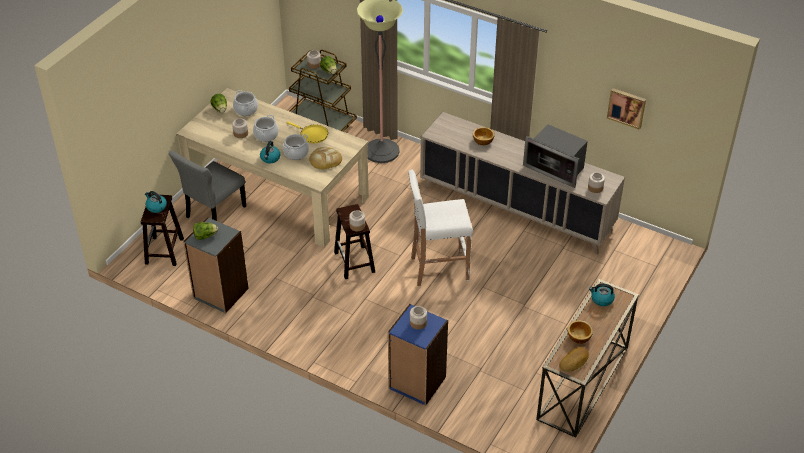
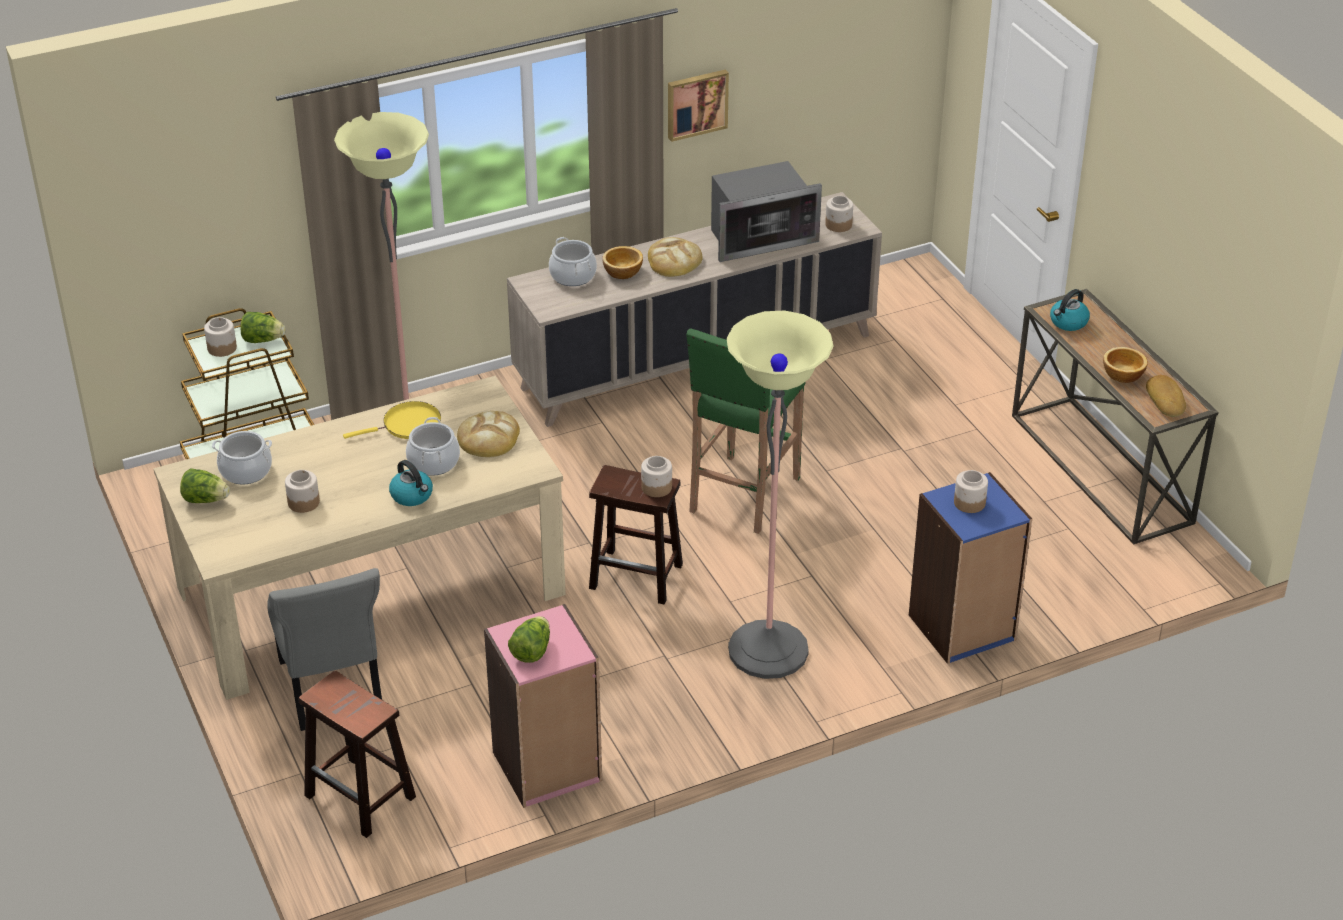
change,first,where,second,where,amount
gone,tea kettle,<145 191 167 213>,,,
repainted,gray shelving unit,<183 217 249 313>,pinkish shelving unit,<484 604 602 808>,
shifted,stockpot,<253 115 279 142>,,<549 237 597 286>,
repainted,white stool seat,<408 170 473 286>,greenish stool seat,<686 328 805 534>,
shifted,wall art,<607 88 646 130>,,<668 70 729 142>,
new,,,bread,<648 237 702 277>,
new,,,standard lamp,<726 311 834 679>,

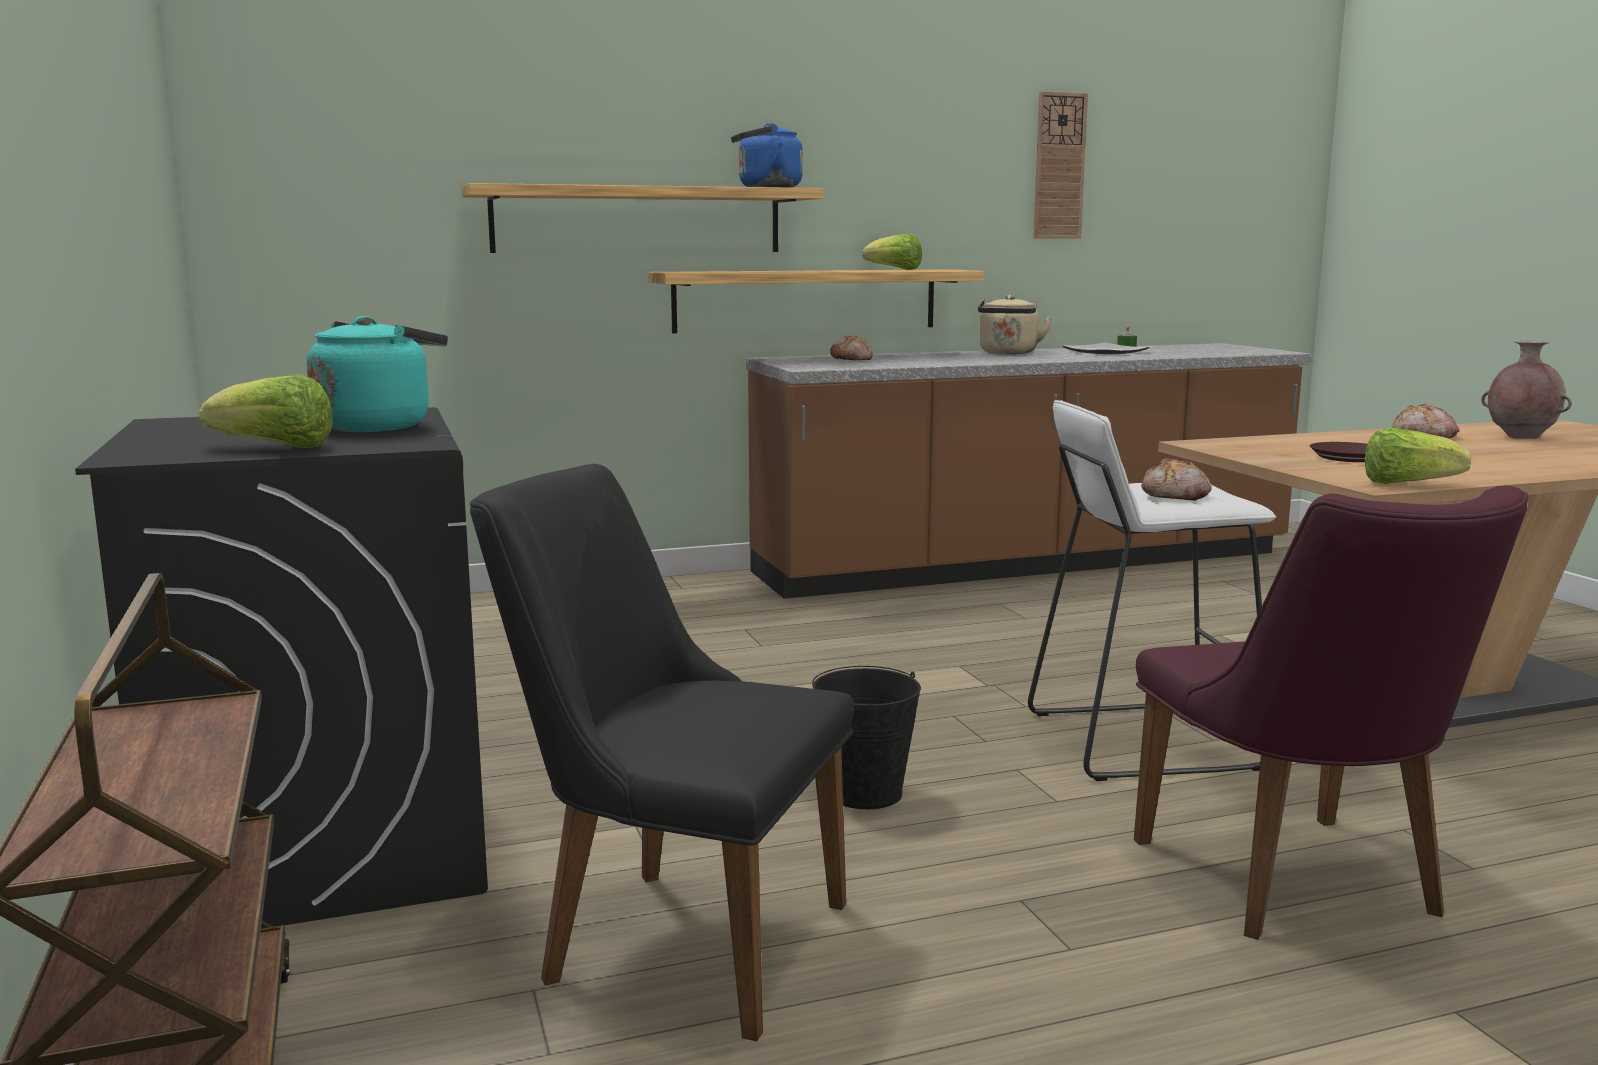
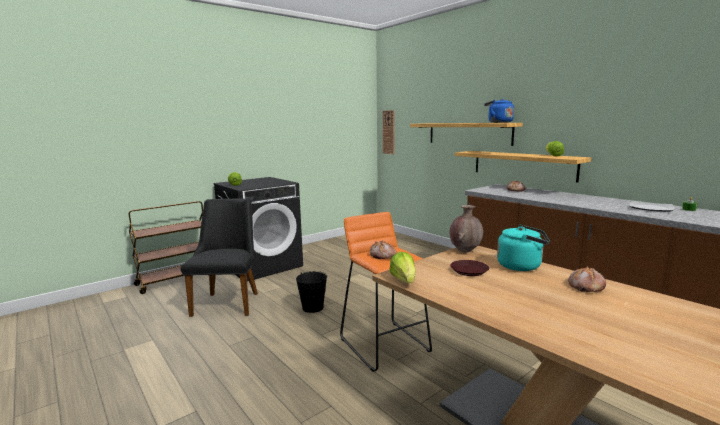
change,first,where,second,where,amount
shifted,turquoise tea kettle,<307 316 448 432>,,<497 225 550 271>,
gone,beige tea kettle,<978 295 1053 354>,,,
repainted,white stool seat,<1028 400 1276 781>,orange stool seat,<340 212 432 372>,
shifted,clock on the wall,<1033 91 1088 238>,,<383 110 395 154>,
gone,purplish plain chair,<1134 485 1528 940>,,,
shifted,brownish decorative vase,<1481 341 1572 439>,,<450 205 483 252>,

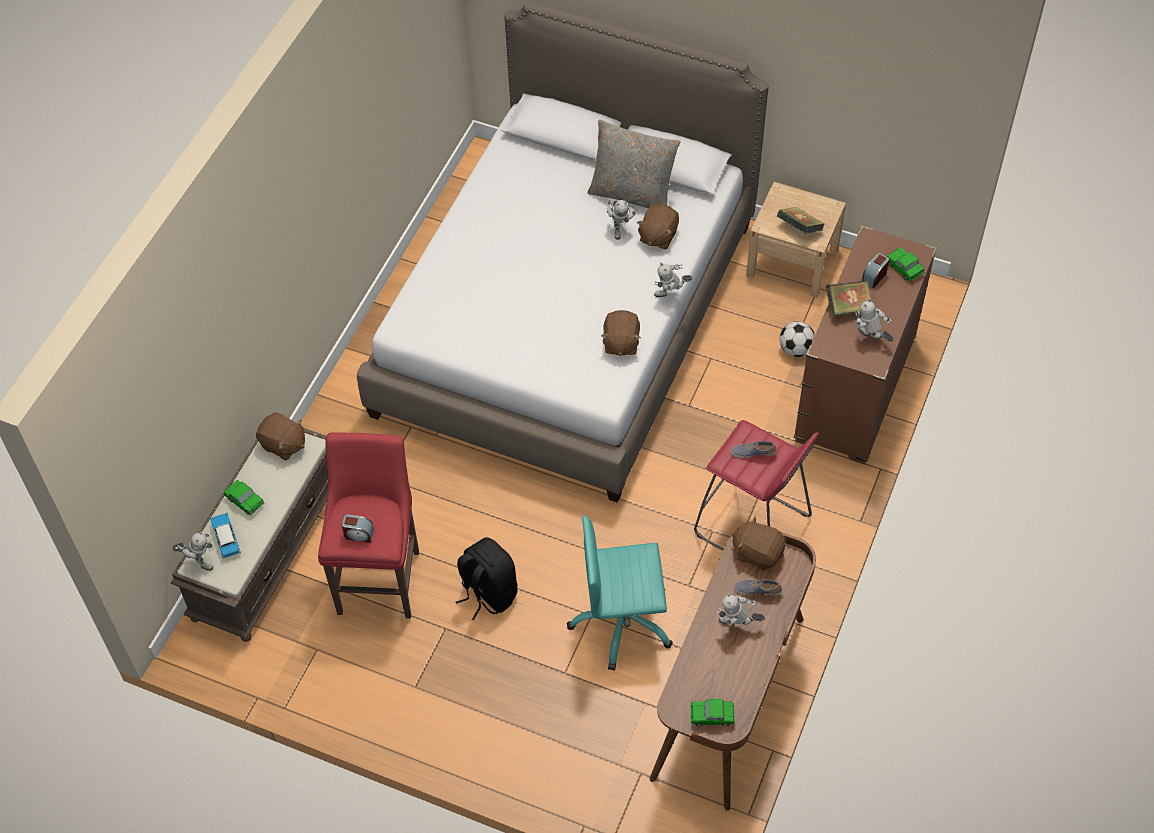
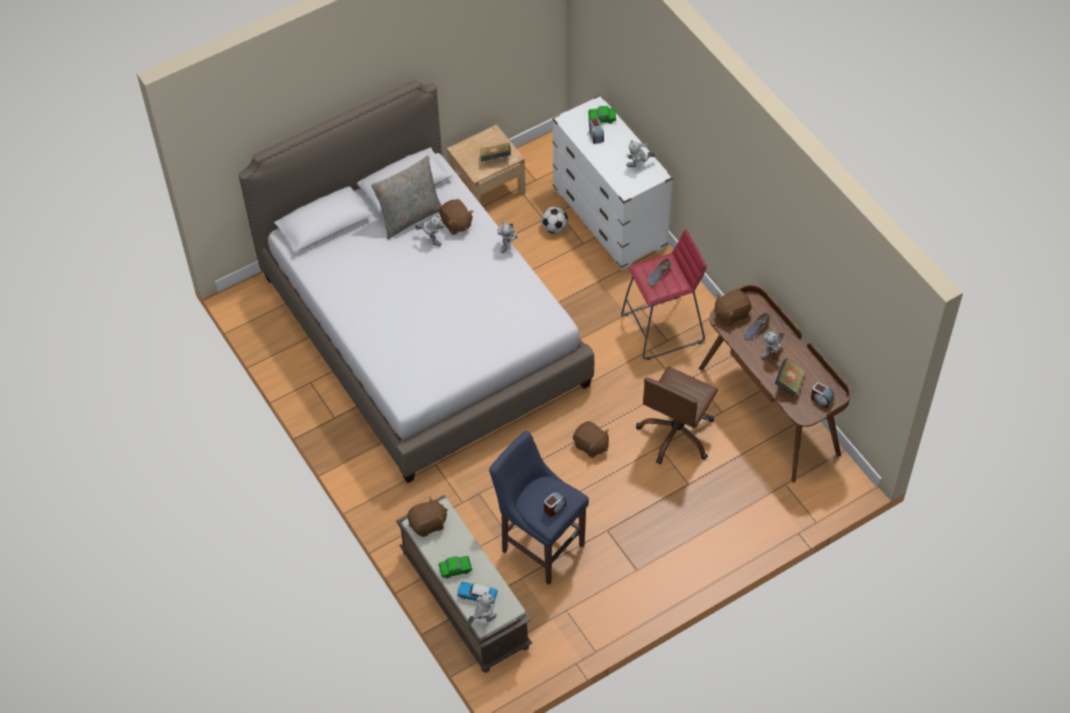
change,first,where,second,where,amount
repainted,red-coloured stool seat,<318 433 419 619>,blue stool seat,<489 431 589 585>,
gone,black-coloured backpack,<455 537 518 621>,,,
repainted,turquoise desk chair,<567 515 673 671>,brownish desk chair,<636 366 718 464>,
shifted,brownish plush toy,<601 310 641 356>,,<573 421 609 458>,
swapped,miniature car,<690 699 735 726>,alarm clock,<811 382 834 408>,
repainted,brownish dresser,<794 226 937 464>,white dresser,<552 95 673 270>,
shifted,bound book,<826 280 872 316>,,<775 358 805 396>,

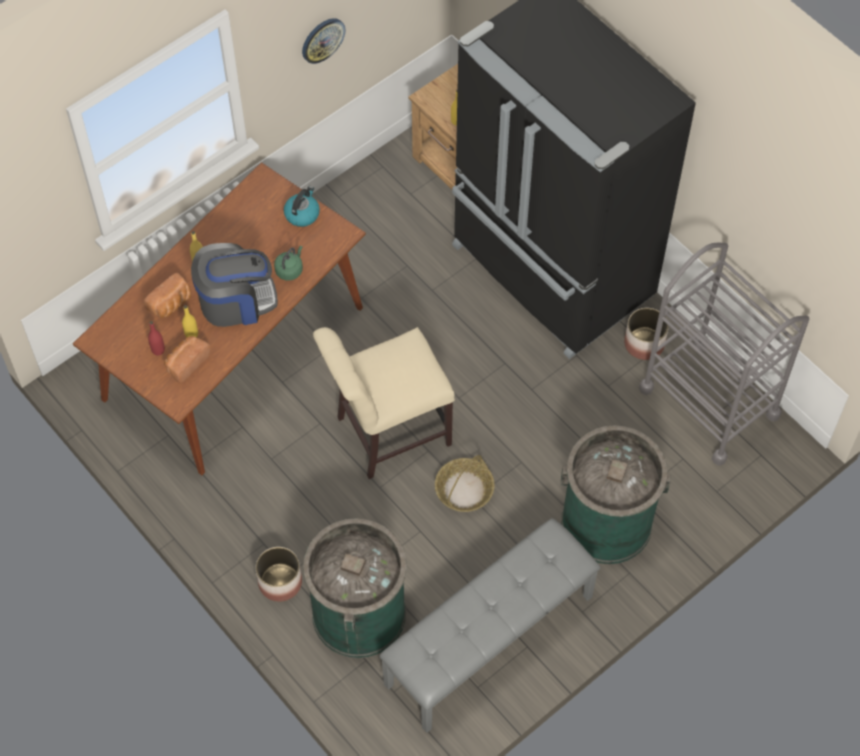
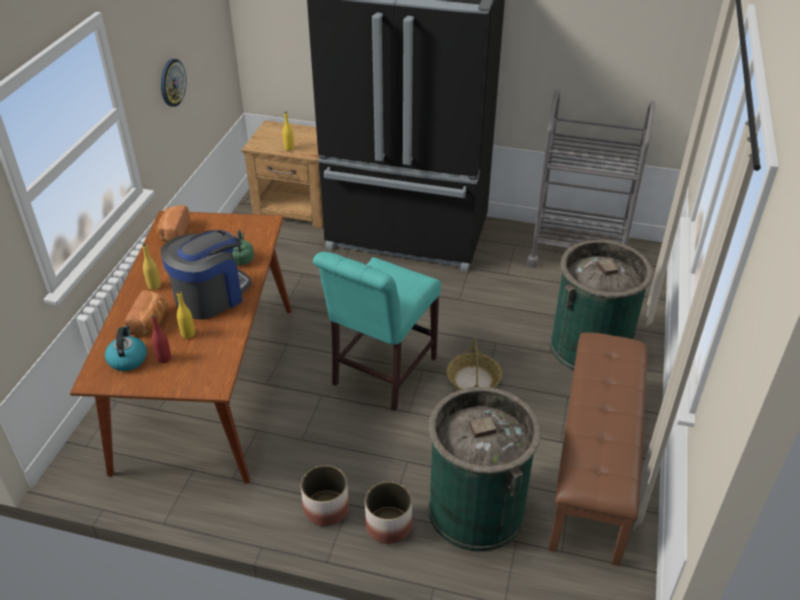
change,first,where,second,where,amount
shifted,bread,<164 336 211 383>,,<156 205 190 241>,
shifted,tea kettle,<284 186 320 227>,,<105 326 147 371>,
repainted,beige plain chair,<313 327 455 479>,turquoise plain chair,<313 252 441 411>,
repainted,gray indoor bench,<379 518 600 733>,brownish indoor bench,<548 332 647 566>,
shifted,flower pot,<624 308 669 360>,,<301 465 349 526>,

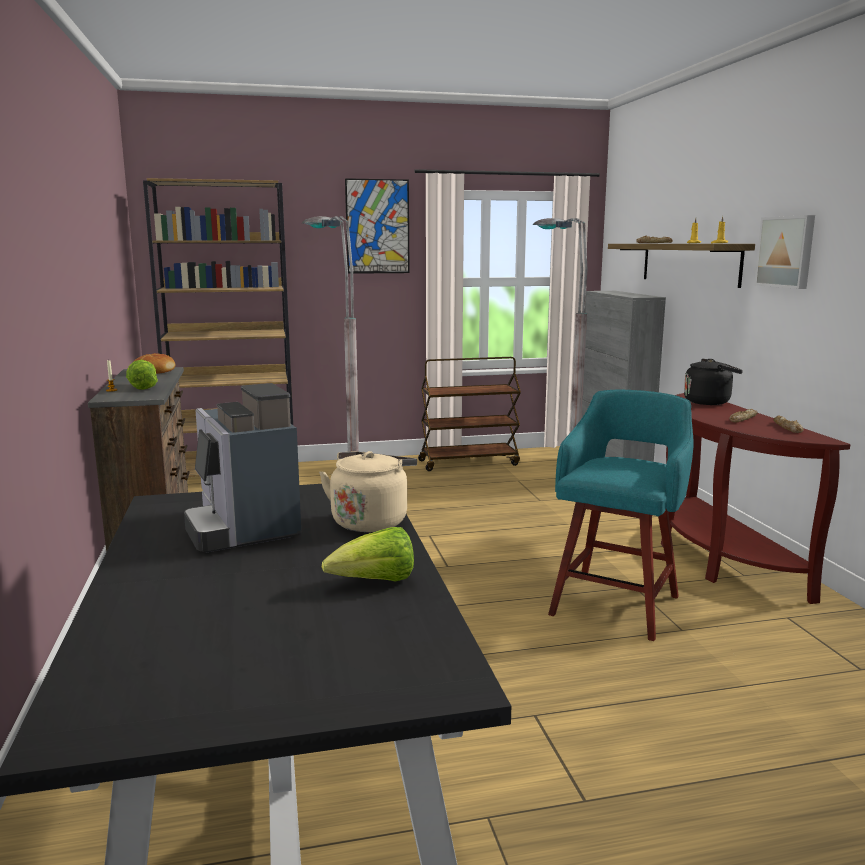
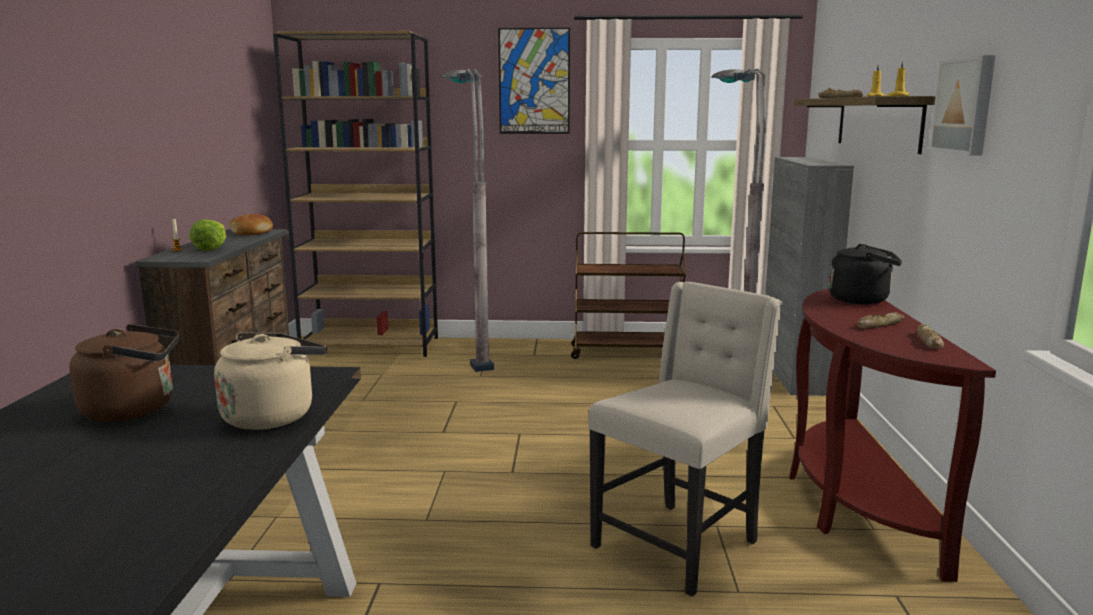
change,first,where,second,where,amount
swapped,coffee maker,<184 383 301 552>,brownish tea kettle,<69 324 179 422>,
gone,lettuce,<322 527 414 582>,,,
swapped,turquoise stool seat,<548 390 694 641>,beige plain chair,<588 282 782 596>,

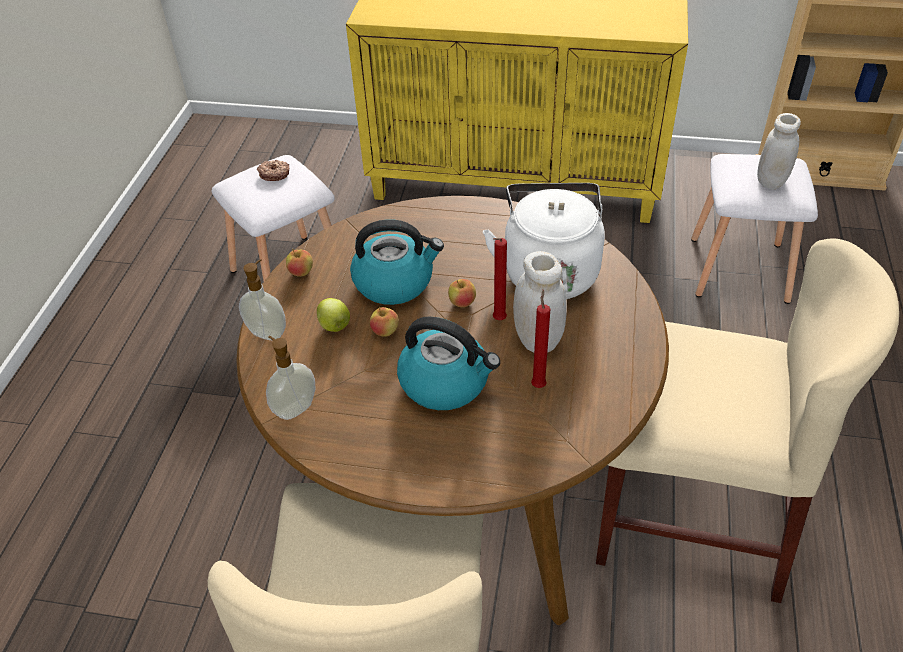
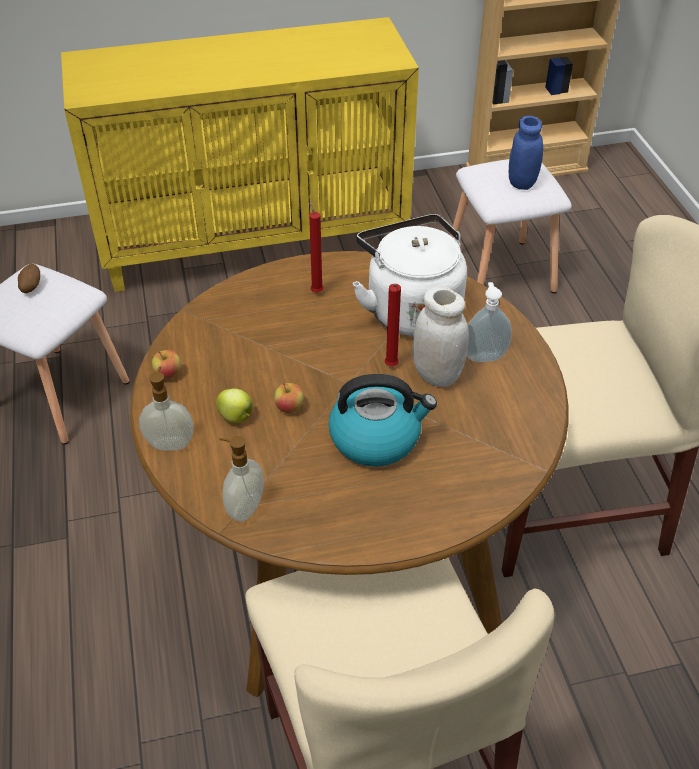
change,first,where,second,where,amount
swapped,doughnut,<257 160 289 181>,potato,<18 264 40 293>,
gone,tea kettle,<350 220 444 305>,,,
gone,whole apple,<448 279 476 307>,,,
shifted,red-coloured candle,<531 289 550 388>,,<309 199 324 293>,
repainted,white storage jar,<757 113 801 190>,blue storage jar,<509 116 543 190>,
new,,,soap bottle,<467 282 512 362>,

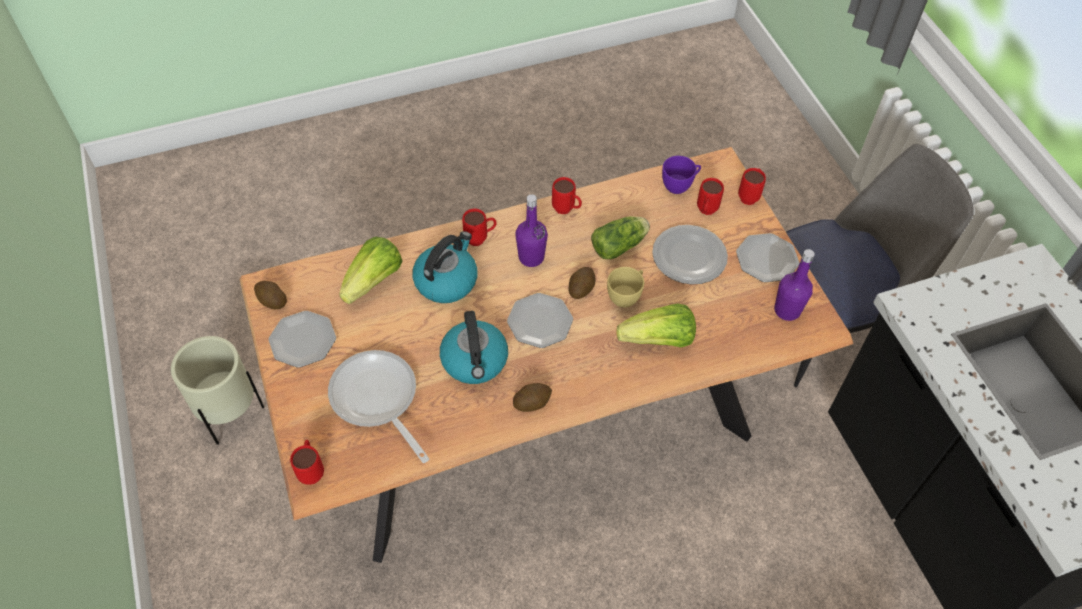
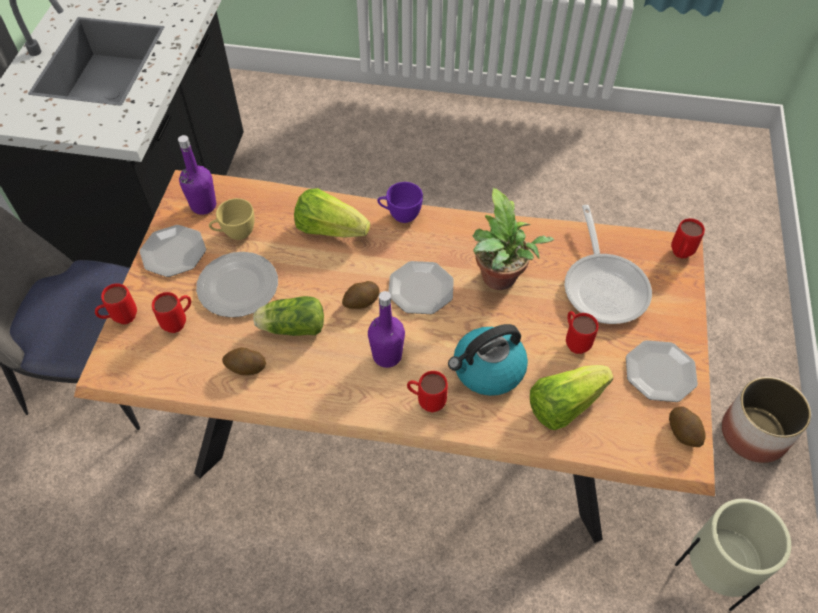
change,first,where,second,where,amount
swapped,tea kettle,<440 311 508 384>,potted plant,<473 188 554 290>,
shifted,potato,<513 383 552 412>,,<222 347 266 375>,
shifted,red-coloured coffee mug,<552 177 582 214>,,<566 311 598 354>,
shifted,yellow cup,<607 267 644 308>,,<209 198 254 240>,
shifted,purplish cup,<662 156 701 194>,,<377 182 423 223>,
new,,,flower pot,<722 377 811 463>,

